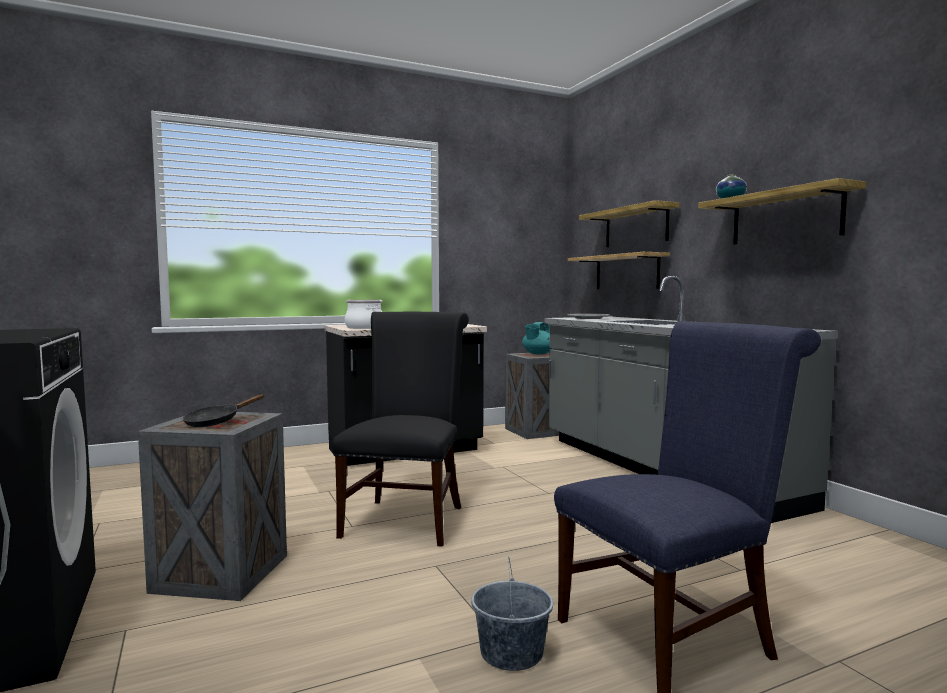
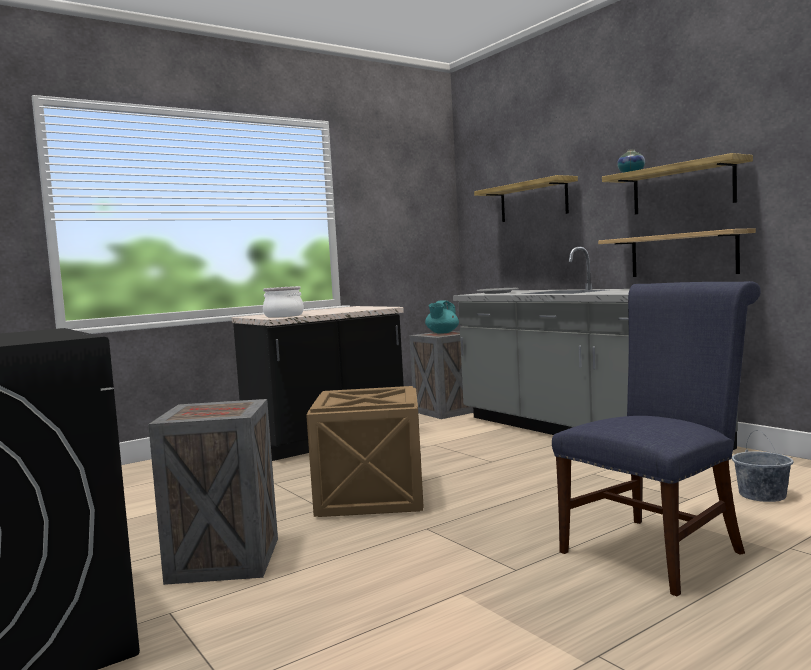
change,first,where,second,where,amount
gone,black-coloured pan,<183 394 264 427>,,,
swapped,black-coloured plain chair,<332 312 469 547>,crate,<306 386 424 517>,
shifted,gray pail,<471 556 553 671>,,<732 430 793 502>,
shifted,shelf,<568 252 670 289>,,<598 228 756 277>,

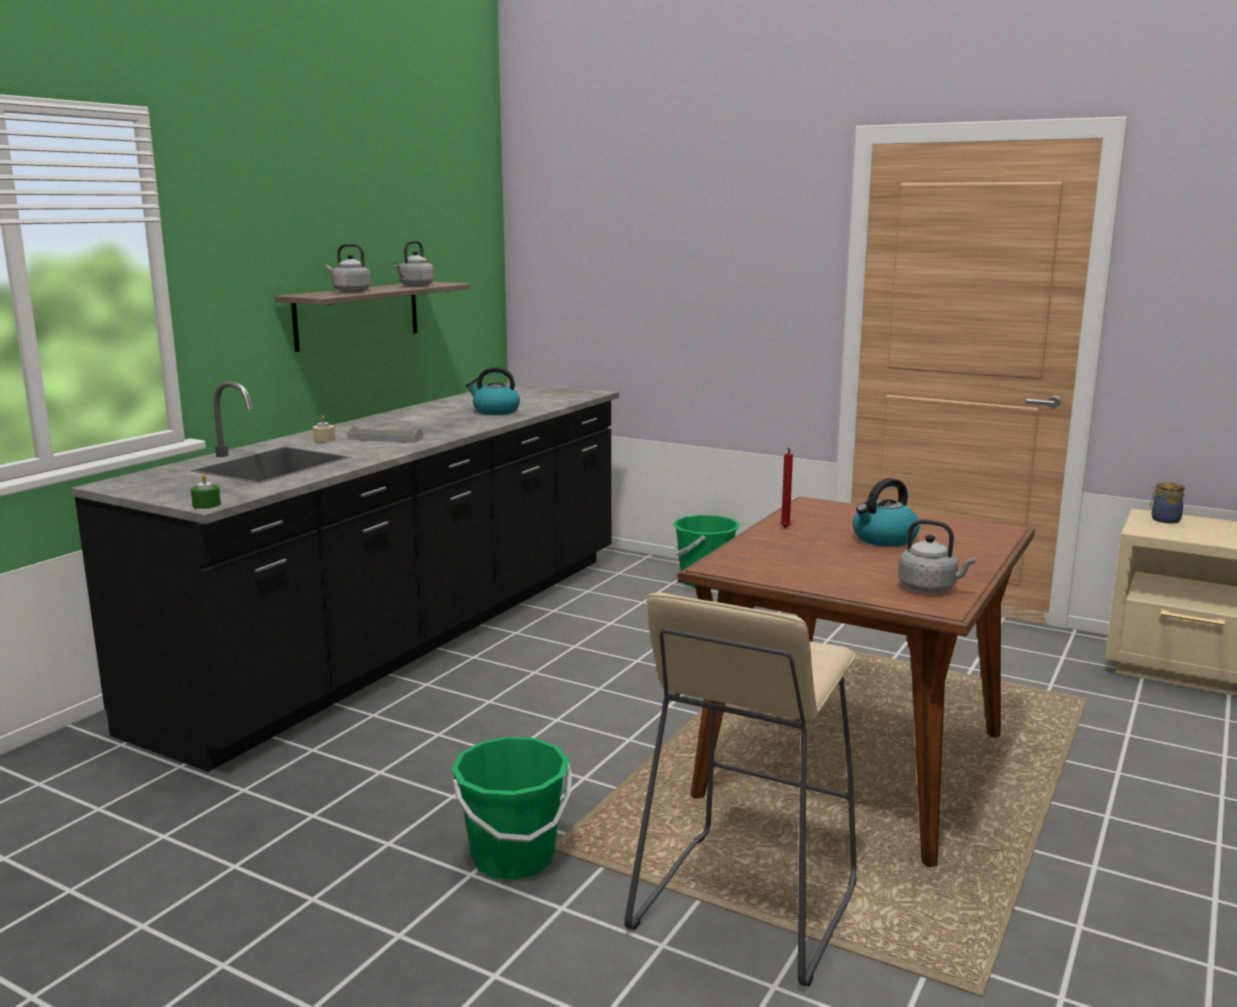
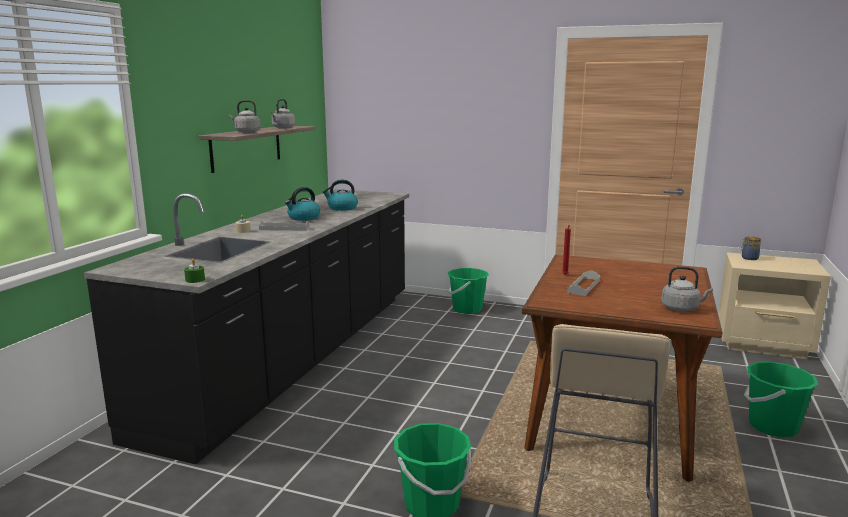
change,first,where,second,where,amount
shifted,tea kettle,<853 478 920 547>,,<285 187 320 221>,
new,,,gray carrying tray,<567 270 600 296>,
new,,,greenish pail,<744 362 818 437>,

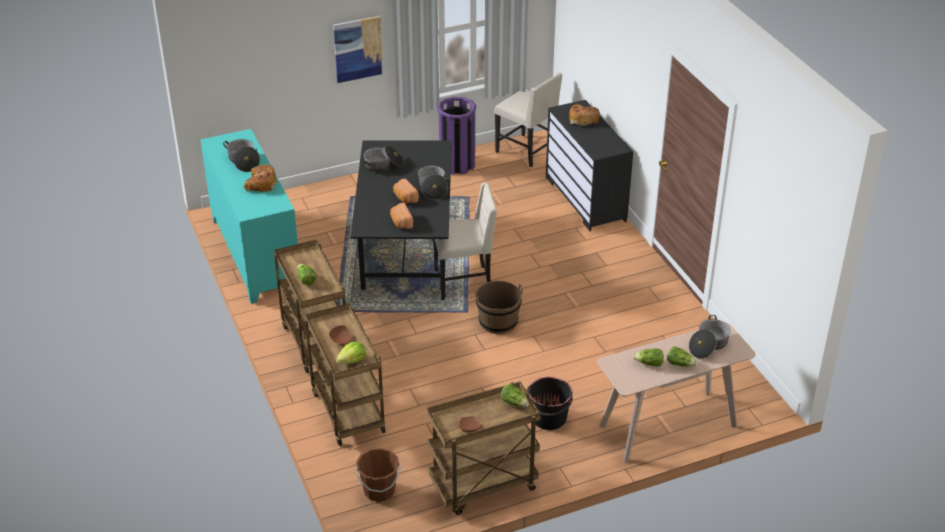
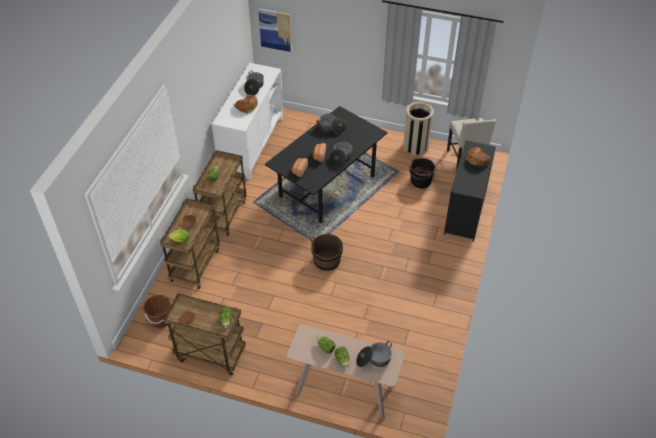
change,first,where,second,where,amount
repainted,turquoise cabinet,<200 129 298 304>,white cabinet,<212 63 283 179>,
shifted,wall art,<333 16 383 83>,,<258 9 292 52>,
gone,beige plain chair,<433 182 497 300>,,,
repainted,purplish rubbish bin,<437 97 476 175>,beige rubbish bin,<403 102 434 156>,
shifted,black-coloured pail,<526 376 573 430>,,<409 158 436 189>,

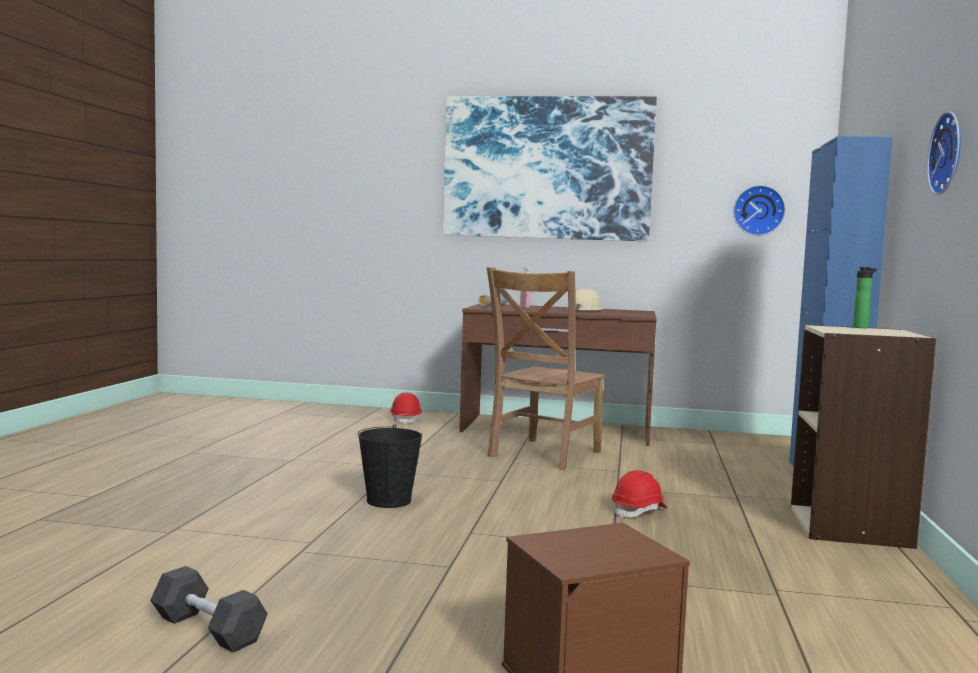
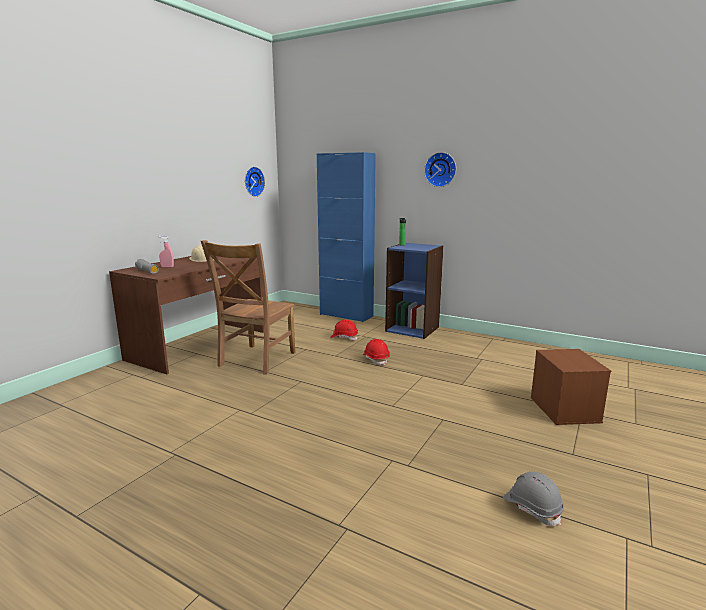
change,first,where,second,where,amount
swapped,black-coloured free weight,<150 566 268 652>,gray hard hat,<503 471 564 526>,
gone,black-coloured pail,<358 425 422 508>,,,
shifted,red-coloured hard hat,<390 393 422 425>,,<330 319 358 340>,
gone,wall art,<443 96 657 241>,,,
rotated,brownish plain chair,<487 267 606 470>,,<201 240 295 375>,60 degrees clockwise
repainted,beige shelving unit,<791 325 936 549>,blue shelving unit,<385 243 443 339>,

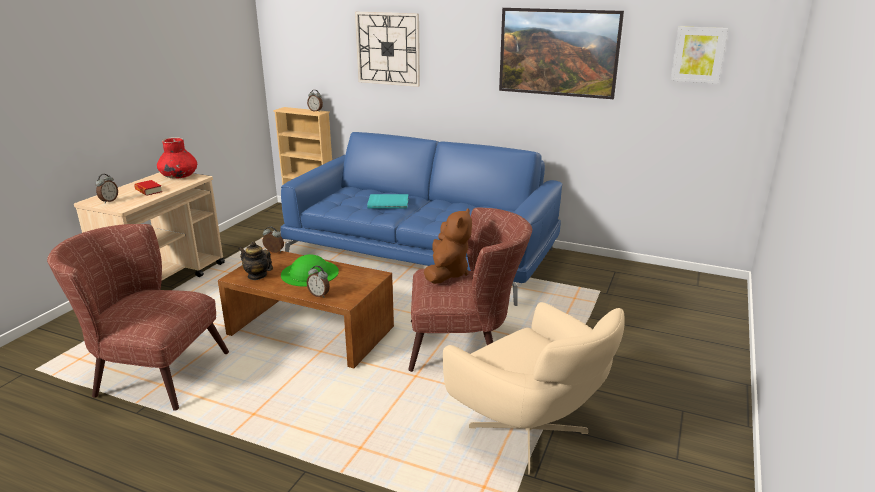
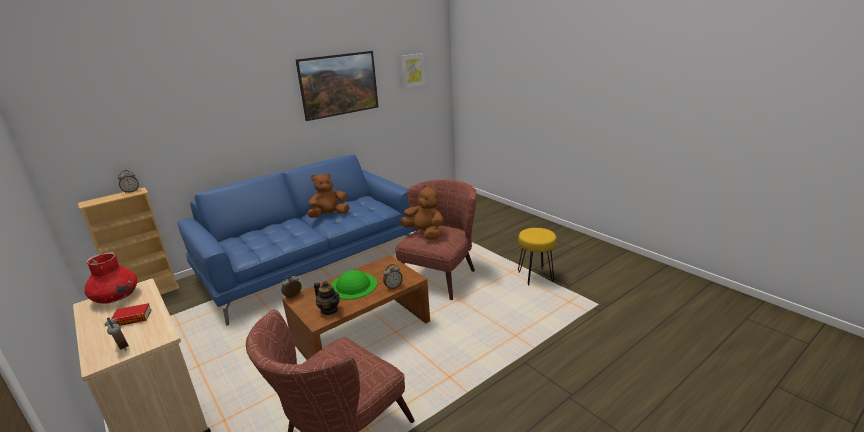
change,first,where,second,where,amount
rotated,tea pot,<238 241 273 280>,,<314 281 340 315>,105 degrees counterclockwise
gone,clock on the wall,<355 12 420 87>,,,
gone,turquoise bound book,<367 194 409 209>,,,
swapped,beige easy chair,<443 302 625 474>,yellow stool seat,<518 228 557 285>,
new,,,brownish plush toy,<307 173 349 218>,

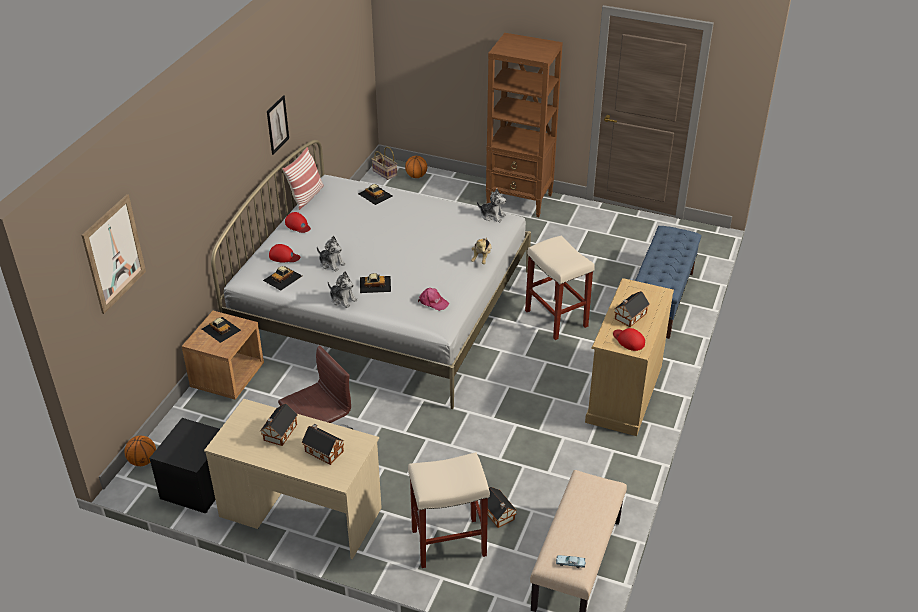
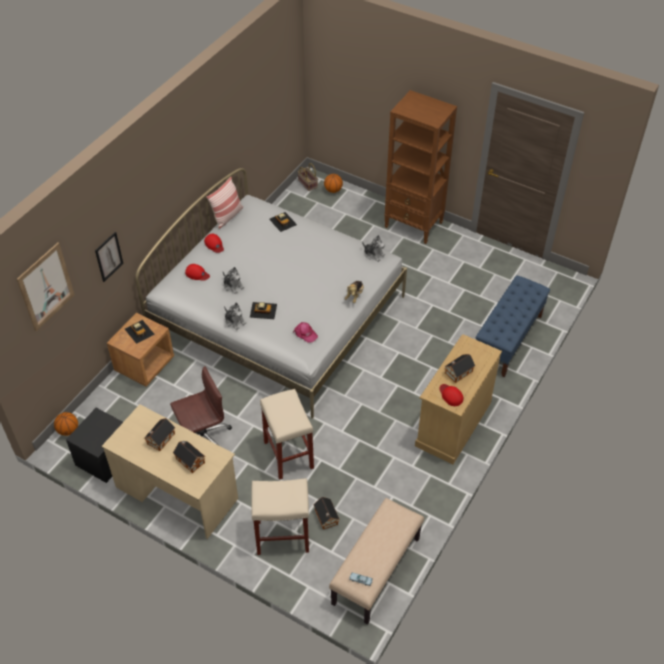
change,first,where,second,where,amount
gone,miniature car,<263 266 302 290>,,,
shifted,wall art,<267 95 289 155>,,<95 232 123 282>,
shifted,beige stool seat,<525 235 595 340>,,<260 389 314 480>,

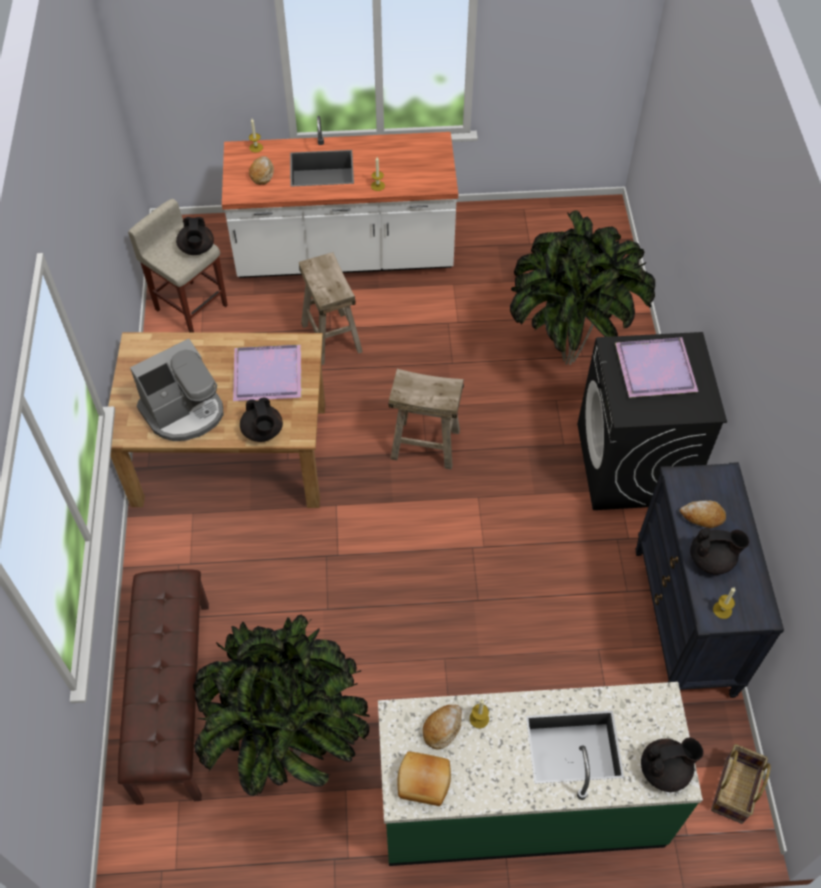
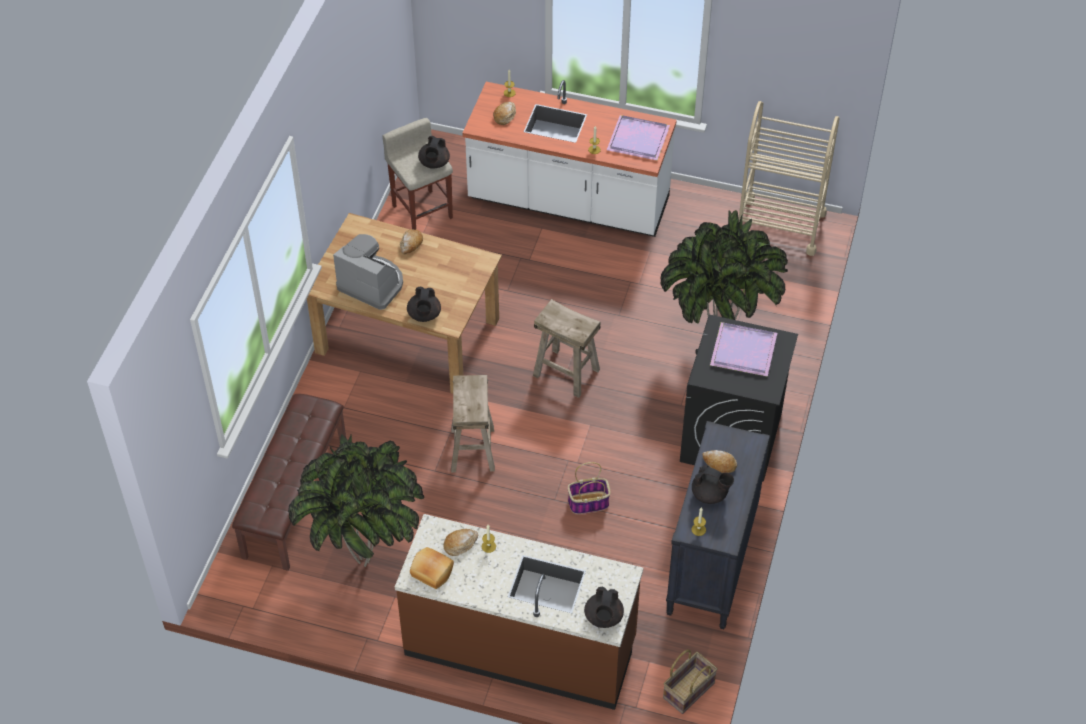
change,first,where,second,where,amount
rotated,coffee maker,<130 338 224 441>,,<333 234 403 310>,135 degrees counterclockwise
shifted,purplish carrying tray,<233 344 302 401>,,<607 115 670 161>,
shifted,beige stool seat,<299 252 363 365>,,<451 375 495 472>,
repainted,greenish counter,<378 682 703 866>,brownish counter,<395 514 643 710>,
rotated,black-coloured tea pot,<641 738 703 792>,,<584 586 624 628>,90 degrees clockwise
new,,,bread,<400 229 423 254>,
new,,,basket,<567 462 611 514>,
new,,,beige cart,<739 101 840 256>,

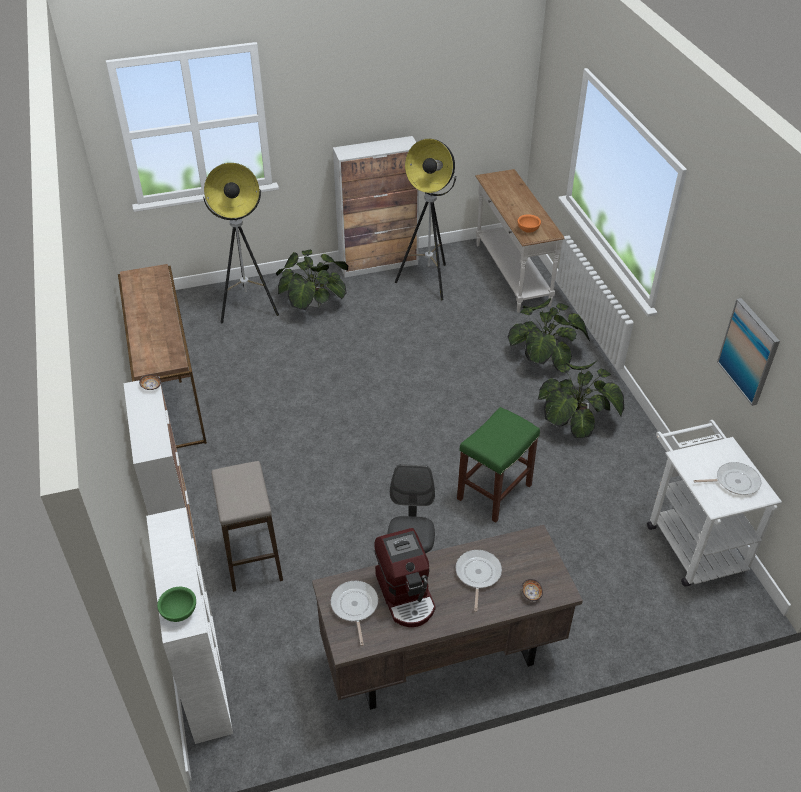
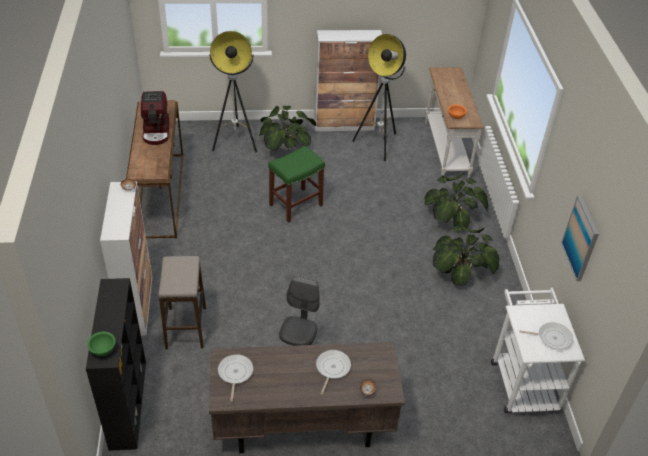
change,first,where,second,where,amount
repainted,white shelving unit,<146 507 233 744>,black-coloured shelving unit,<86 278 146 451>,
shifted,coffee maker,<374 528 436 627>,,<141 91 169 145>,
shifted,greenish stool seat,<457 407 540 523>,,<268 146 325 223>,

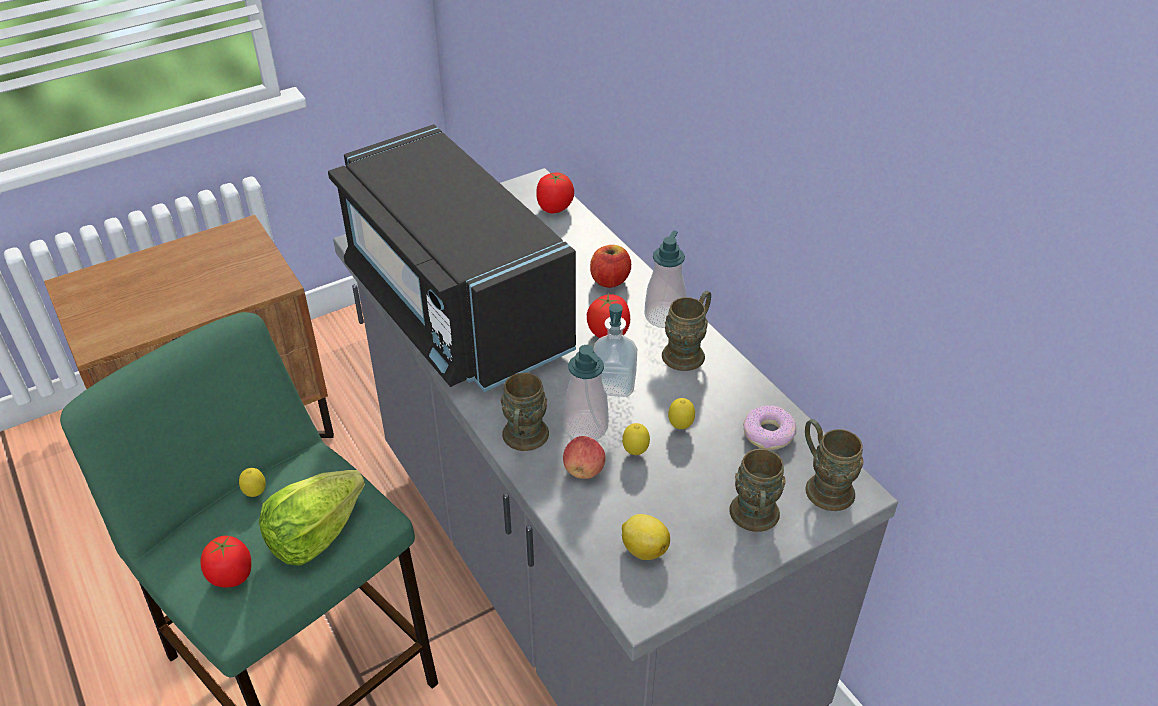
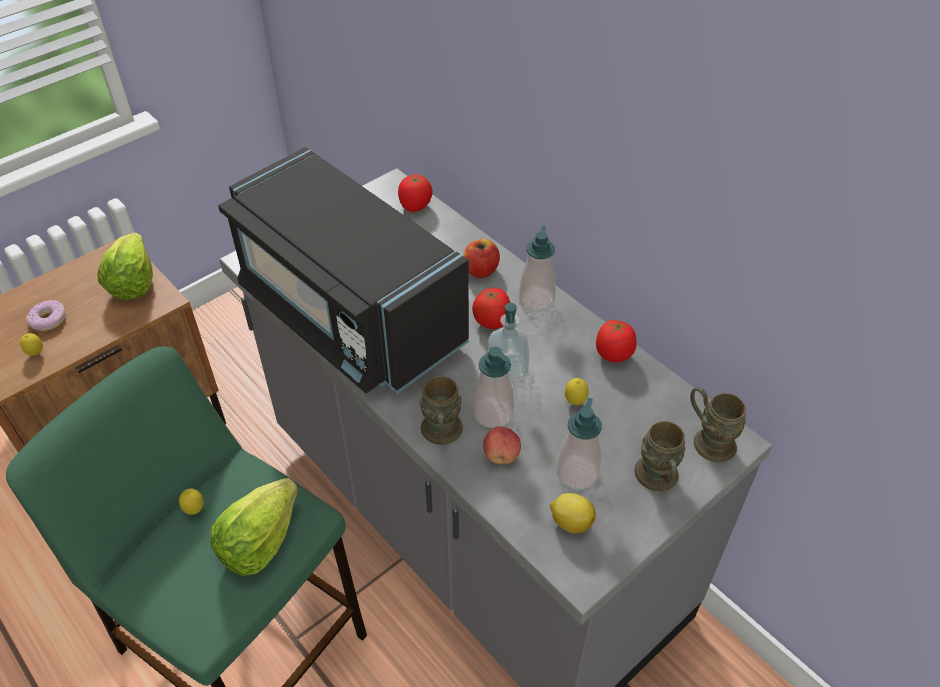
change,first,where,second,where,amount
shifted,whole tomato,<200 536 251 587>,,<596 318 637 362>,
shifted,citrus fruit,<622 423 650 455>,,<20 333 43 356>,
gone,brownish coffee mug,<662 291 711 371>,,,
shifted,doughnut,<743 405 796 450>,,<26 300 66 331>,
new,,,lettuce,<97 233 153 300>,
new,,,soap bottle,<557 398 602 490>,

